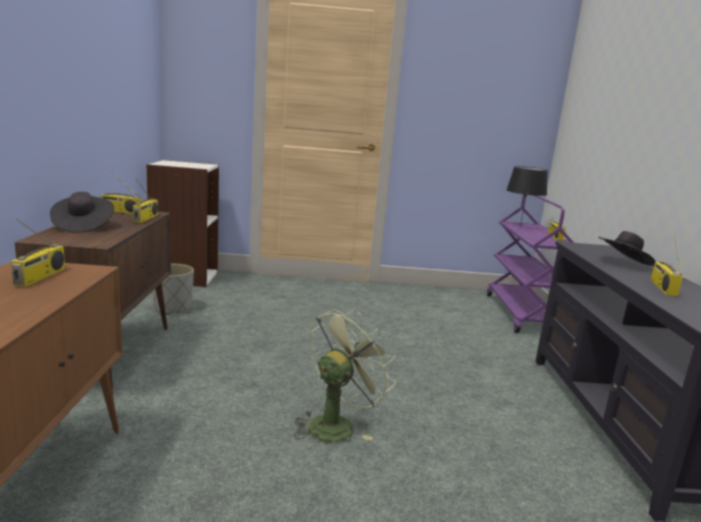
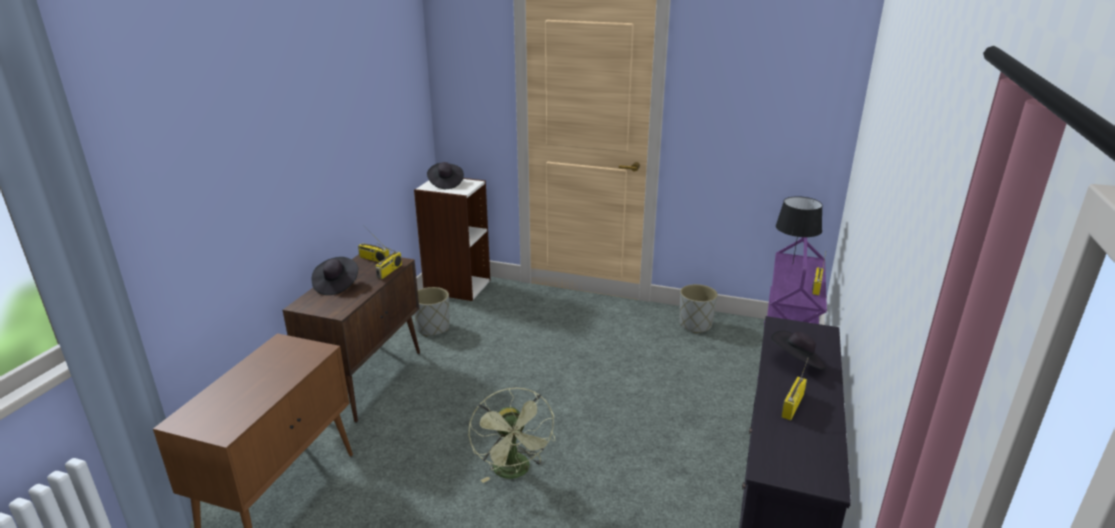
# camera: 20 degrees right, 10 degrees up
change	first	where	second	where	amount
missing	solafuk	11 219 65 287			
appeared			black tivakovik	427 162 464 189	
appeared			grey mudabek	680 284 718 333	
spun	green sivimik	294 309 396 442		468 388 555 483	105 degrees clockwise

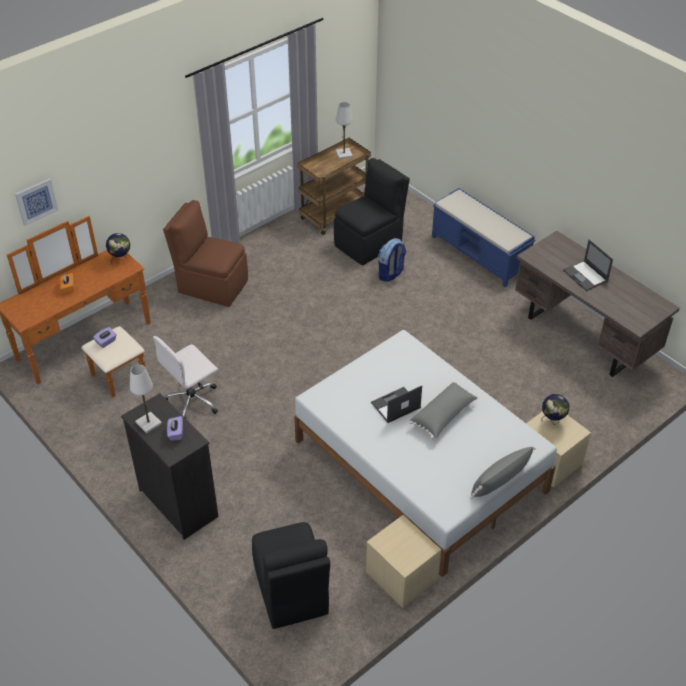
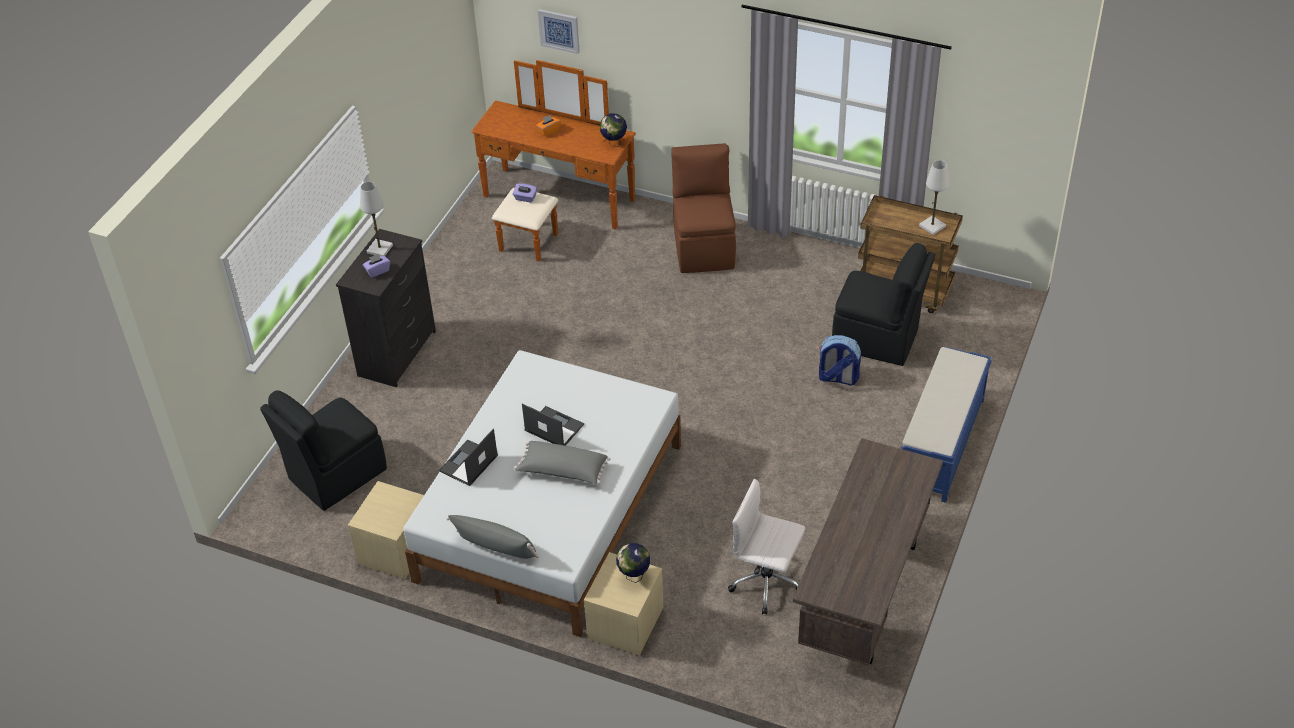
# camera: 65 degrees right, 0 degrees up
change	first	where	second	where	amount
relocated	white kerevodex	153 336 218 418		728 479 806 615	
relocated	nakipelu	563 240 613 291		439 429 498 486	

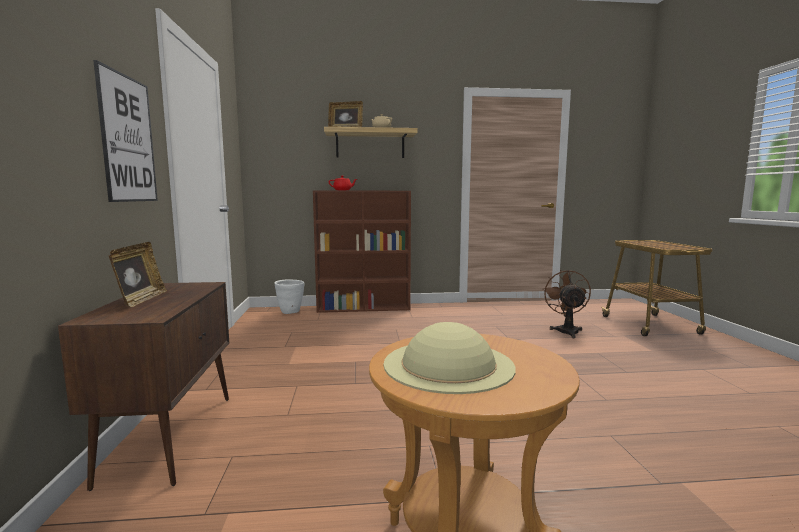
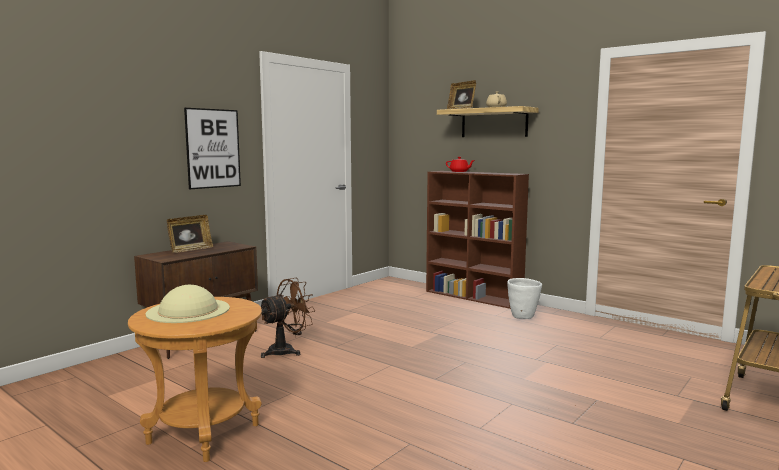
# camera: 45 degrees right, 0 degrees up
change	first	where	second	where	amount
relocated	white mudabek	274 279 304 314		507 278 542 319	
relocated	brown sivimik	543 270 591 338		261 278 316 358	

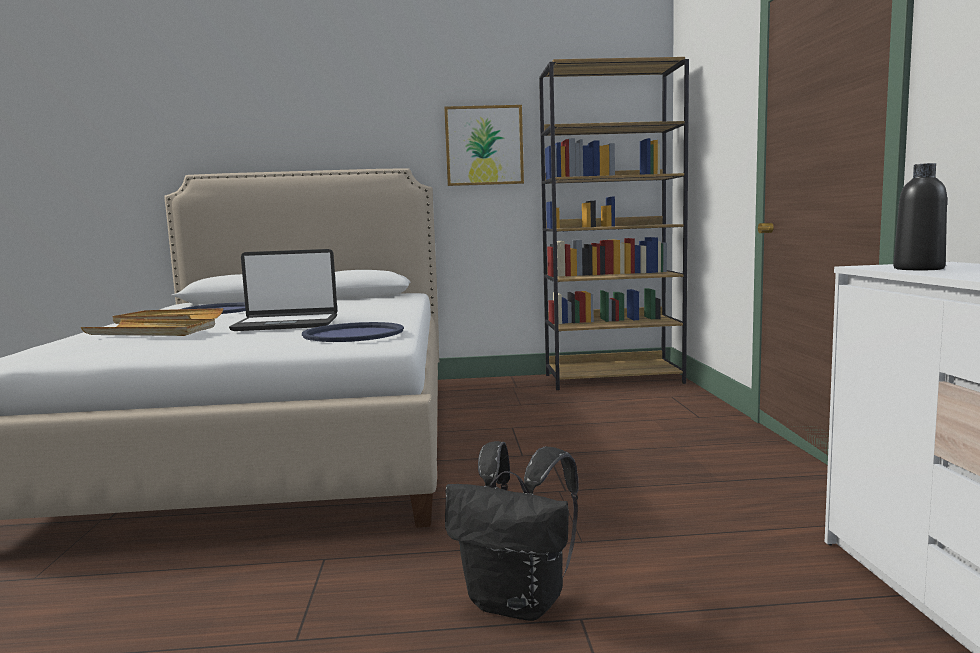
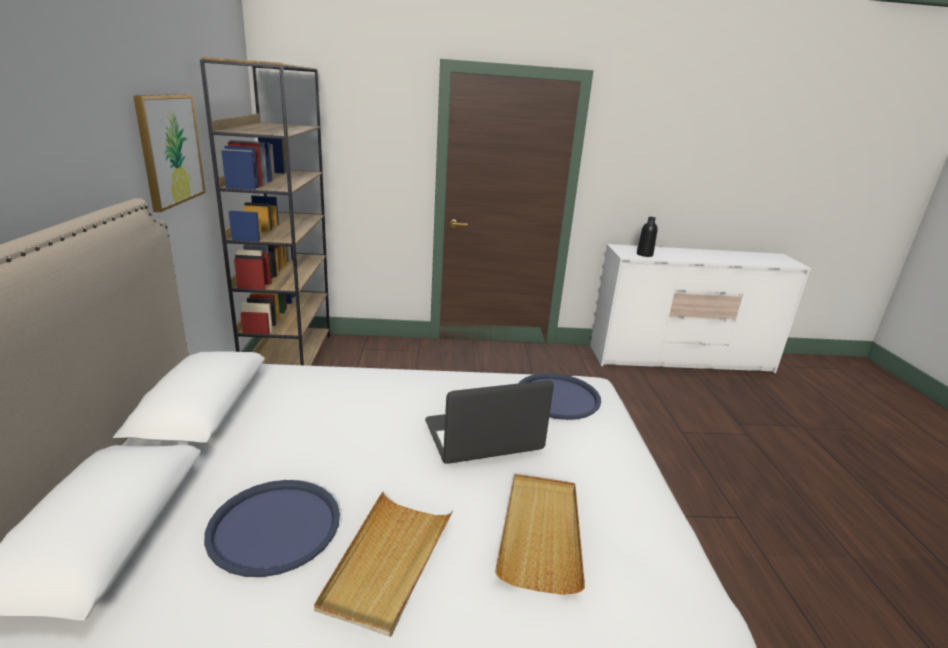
# camera: 90 degrees left, 15 degrees up
change	first	where	second	where	amount
missing	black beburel	445 441 579 621			
spun	nakipelu	229 249 338 331		425 380 554 464	105 degrees counterclockwise

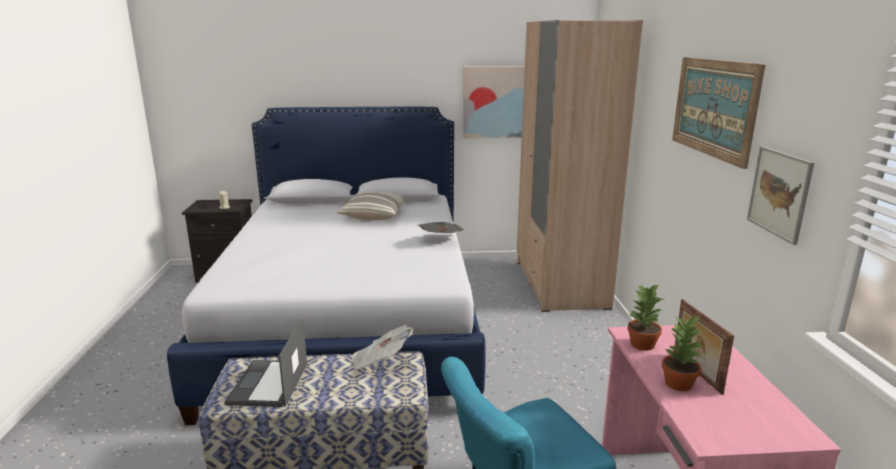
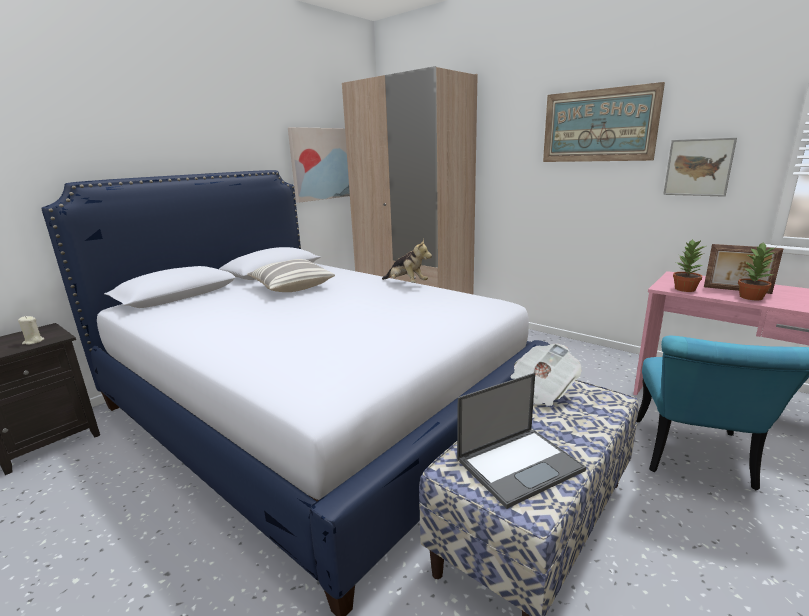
# camera: 45 degrees left, 0 degrees up
change	first	where	second	where	amount
exchanged	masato	418 222 464 233	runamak	382 239 432 283	
spun	nakipelu	225 318 307 407		457 373 586 509	75 degrees counterclockwise

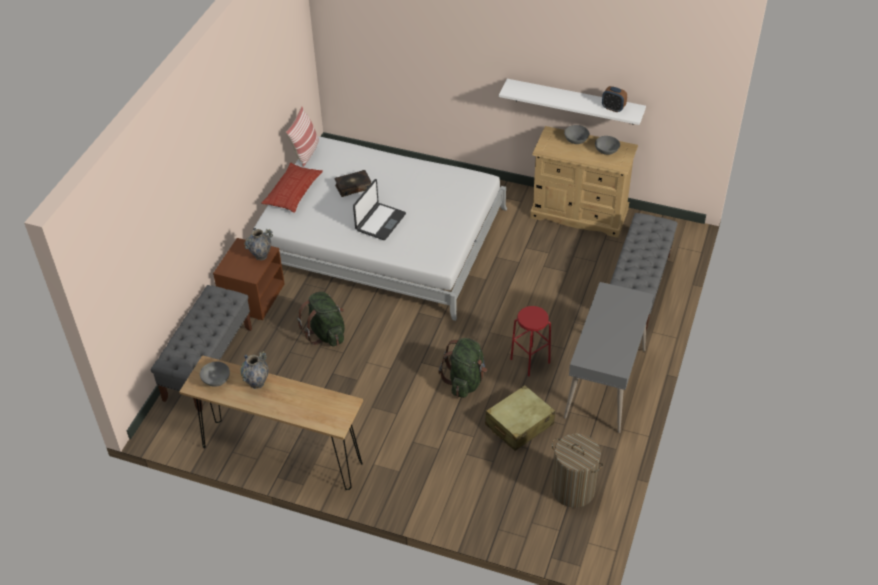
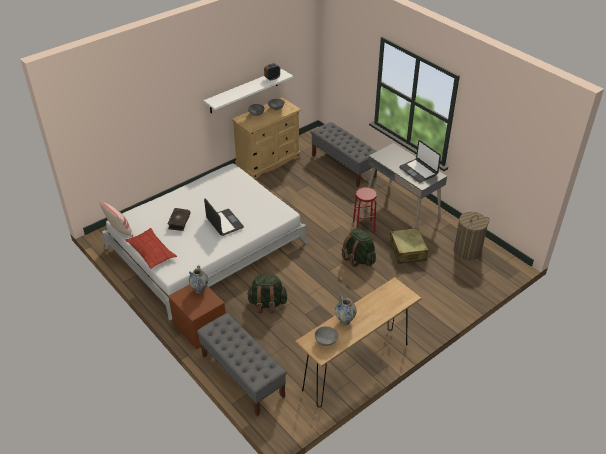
# camera: 60 degrees left, 5 degrees down
change	first	where	second	where	amount
appeared			nakipelu	399 140 441 183	

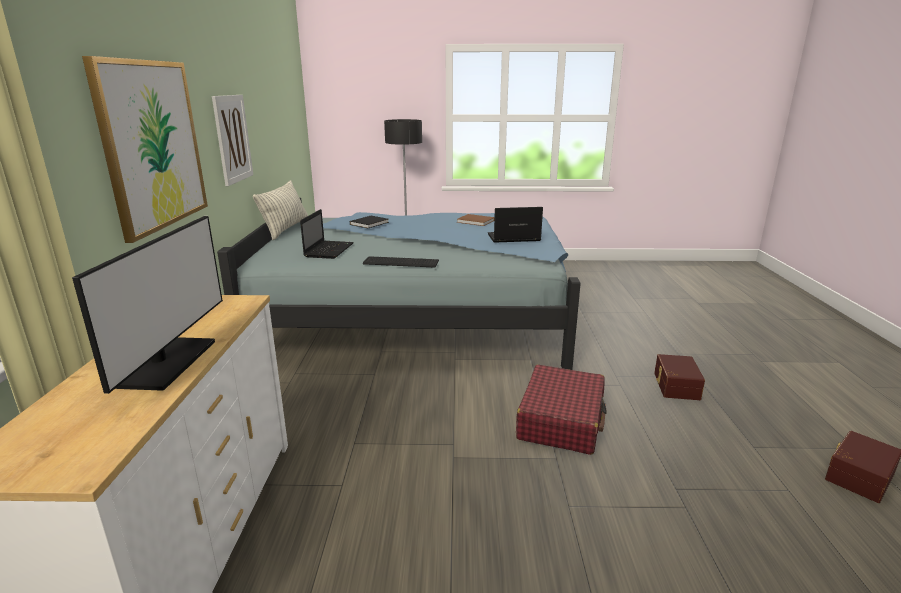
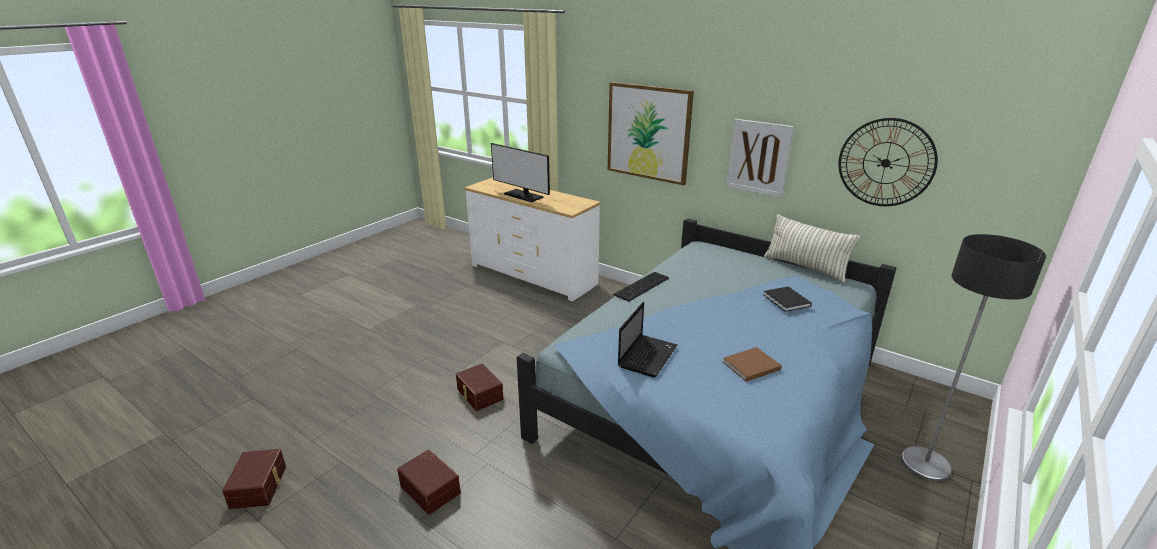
# camera: 125 degrees right, 5 degrees up
change	first	where	second	where	amount
missing	nakipelu	300 209 354 259			
appeared			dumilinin	838 118 938 206	
exchanged	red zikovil	516 365 607 455	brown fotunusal	456 363 504 411	

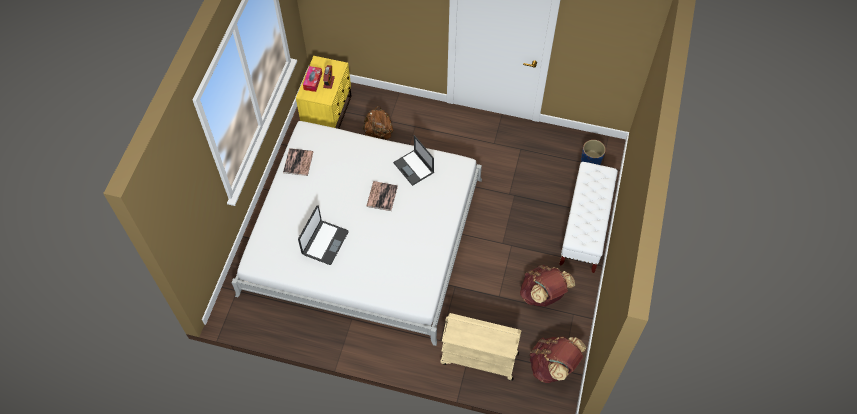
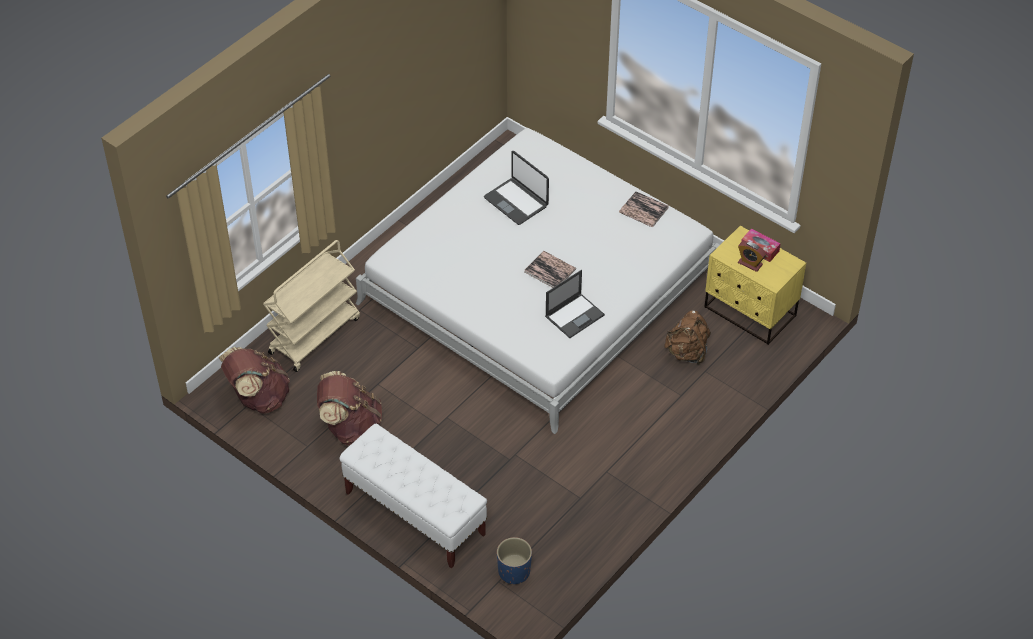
# camera: 115 degrees right, 10 degrees down
change	first	where	second	where	amount
spun	nakipelu	393 135 434 186		545 270 605 338	150 degrees clockwise

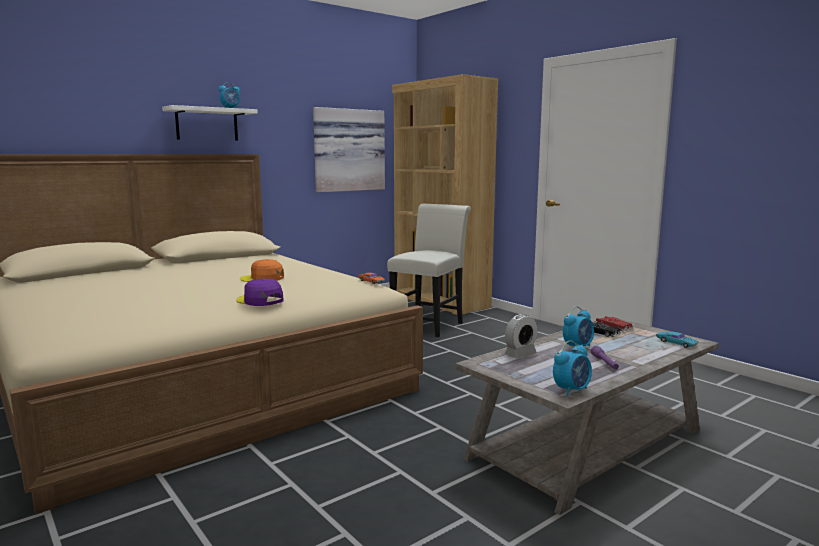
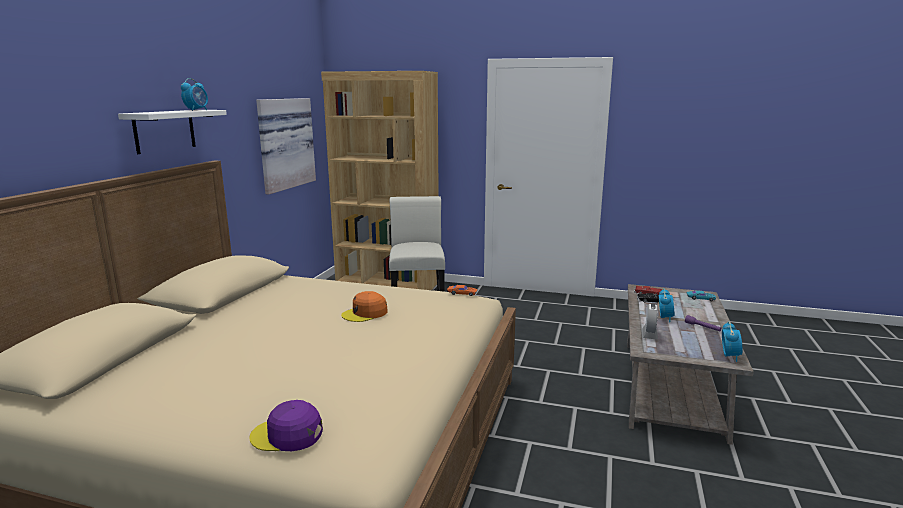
# camera: 35 degrees left, 5 degrees up
change	first	where	second	where	amount
relocated	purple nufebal	236 279 284 306		249 400 323 451	

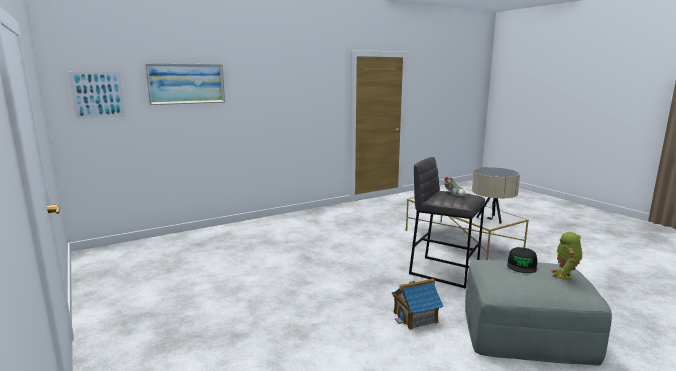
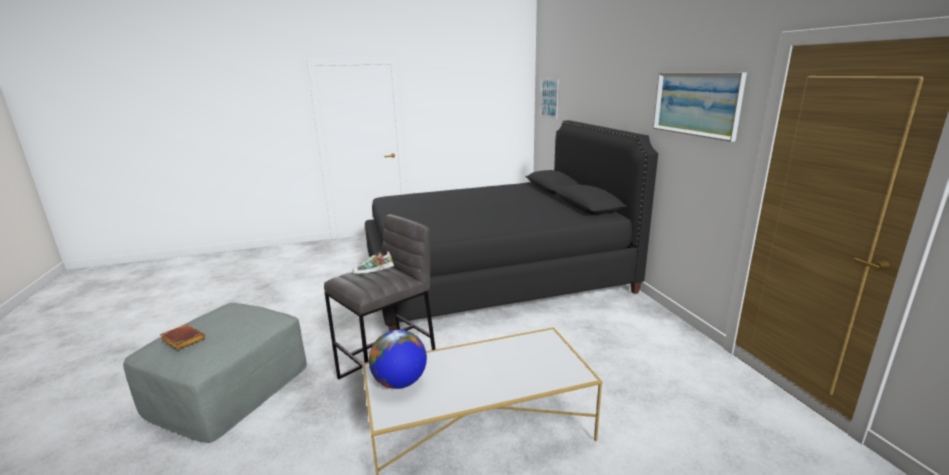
# camera: 105 degrees right, 5 degrees up
change	first	where	second	where	amount
missing	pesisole	392 278 443 330			
missing	black nufebal	507 247 537 273			
appeared			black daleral	365 120 658 331	
relocated	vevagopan	145 63 225 105		653 73 747 142	
exchanged	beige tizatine	472 167 520 224	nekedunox	369 330 427 389	
exchanged	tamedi	551 232 582 280	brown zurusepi	160 325 206 350	

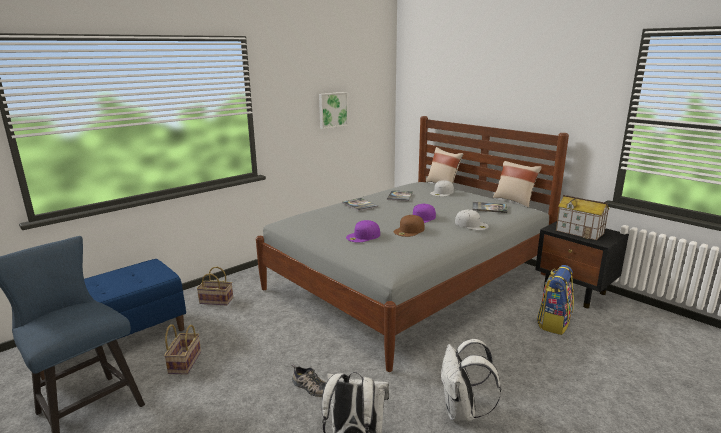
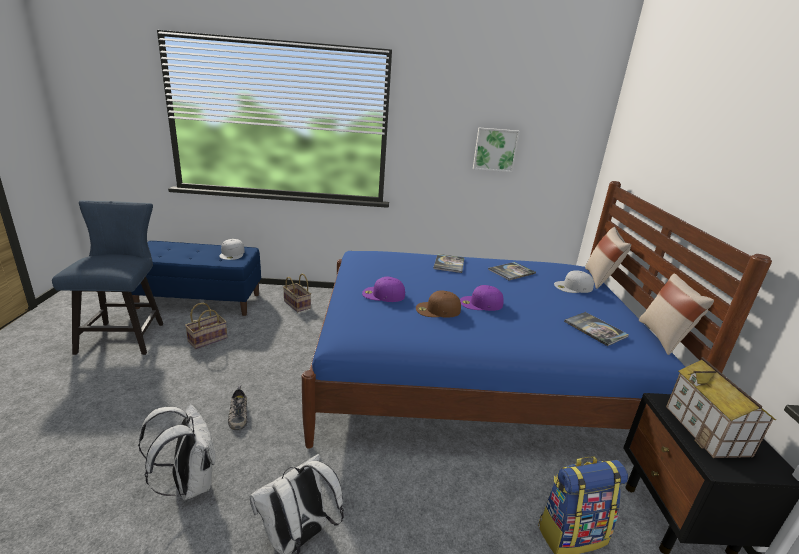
# camera: 40 degrees right, 5 degrees up
change	first	where	second	where	amount
relocated	white nufebal	455 210 489 230		219 239 245 260	
colour	grey daleral	256 116 569 372	blue daleral	302 181 772 449	

